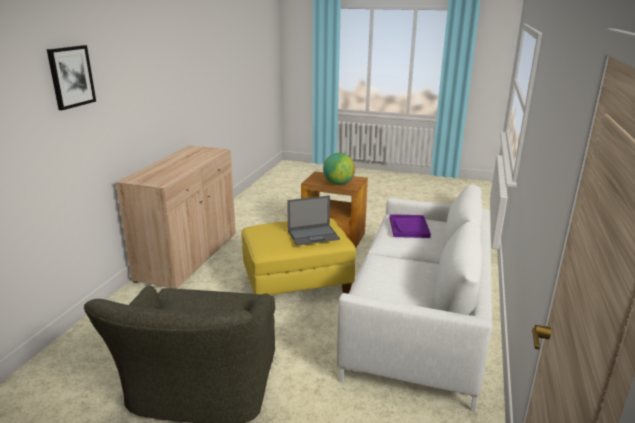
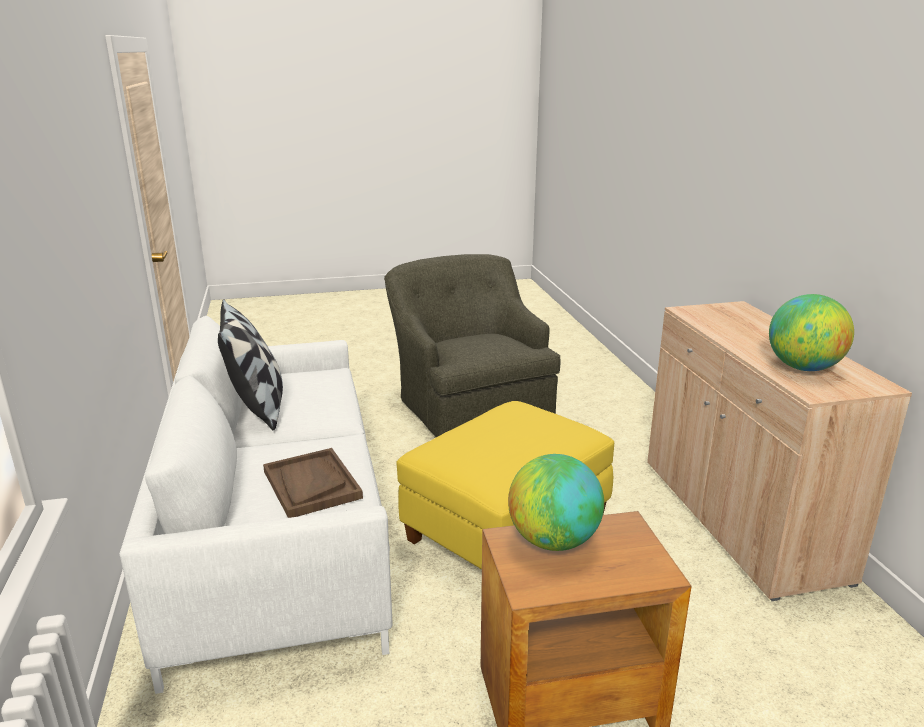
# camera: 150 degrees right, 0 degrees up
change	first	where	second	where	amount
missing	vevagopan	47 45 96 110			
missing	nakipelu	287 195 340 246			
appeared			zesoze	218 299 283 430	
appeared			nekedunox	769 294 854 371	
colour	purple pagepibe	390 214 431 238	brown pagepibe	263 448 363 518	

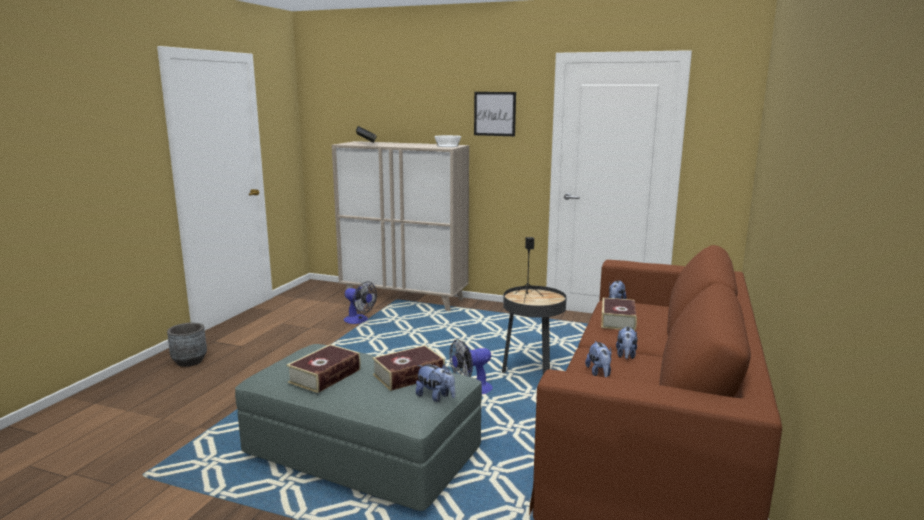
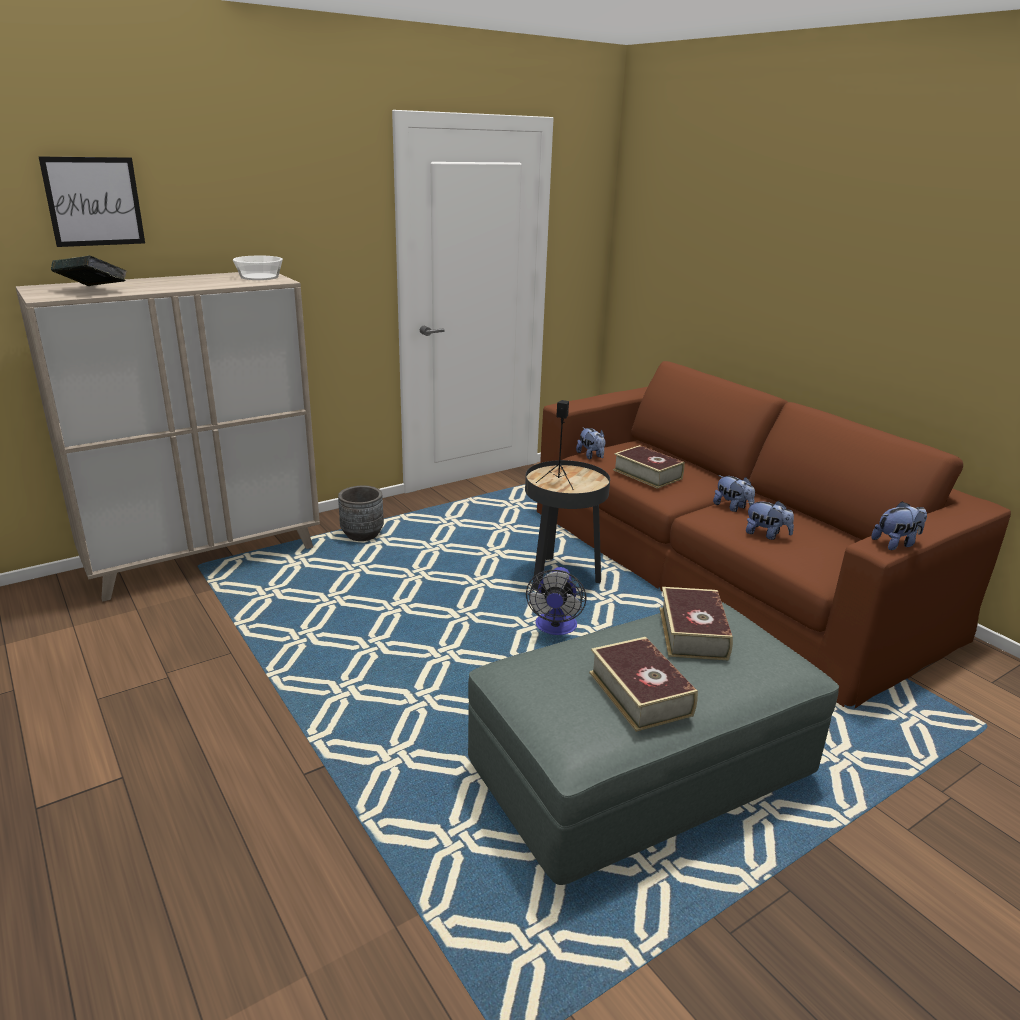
# camera: 55 degrees left, 10 degrees up
change	first	where	second	where	amount
missing	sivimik	344 281 377 324			
relocated	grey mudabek	167 323 207 367		338 485 384 541	
relocated	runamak	416 364 455 402		871 501 927 550	
relocated	vevagopan	474 92 516 136		39 157 145 247	

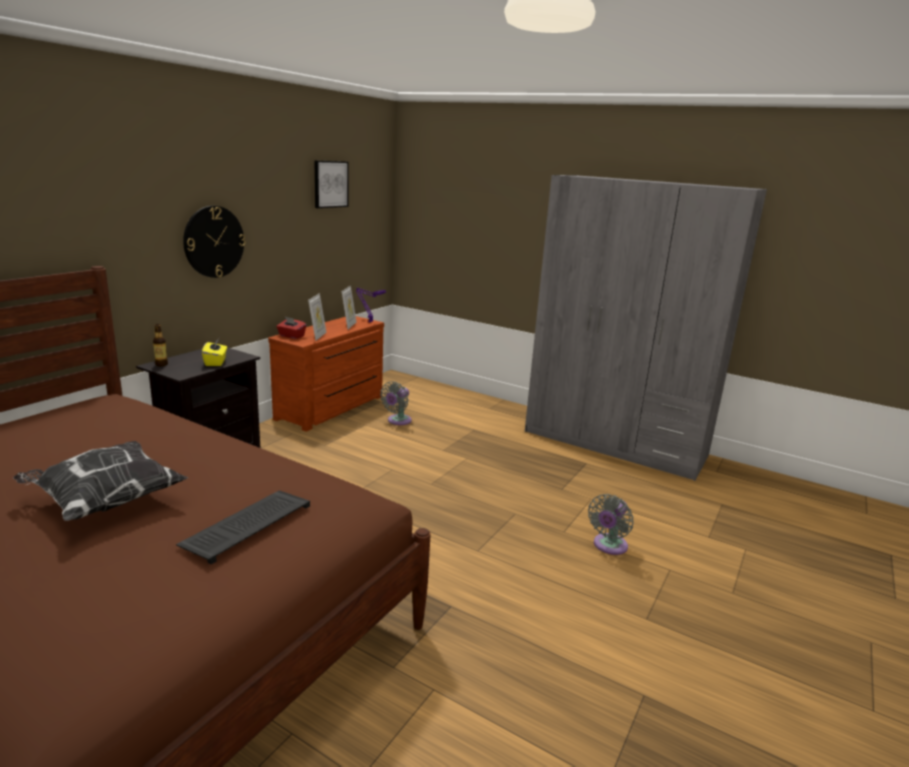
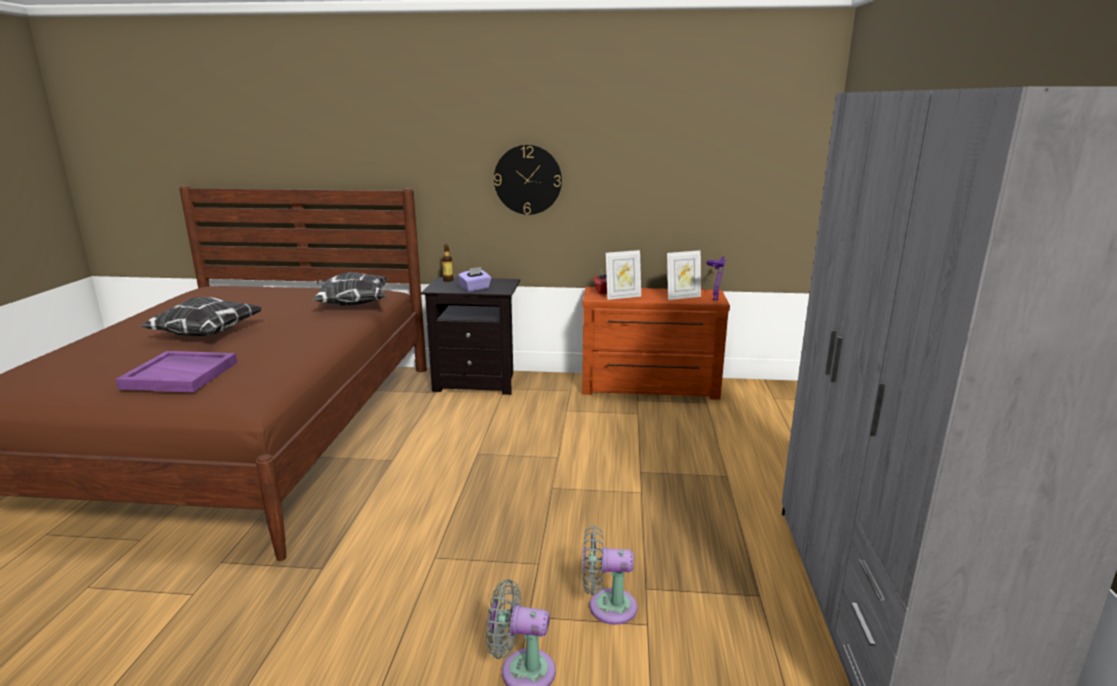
# camera: 65 degrees right, 0 degrees up
change	first	where	second	where	amount
missing	vevagopan	314 160 349 208			
appeared			zesoze	312 272 388 306	
relocated	grey sivimik	380 381 412 425		582 525 637 625	
exchanged	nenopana	176 490 310 564	purple pagepibe	115 351 237 393	
colour	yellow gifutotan	202 338 227 366	purple gifutotan	458 267 491 292	

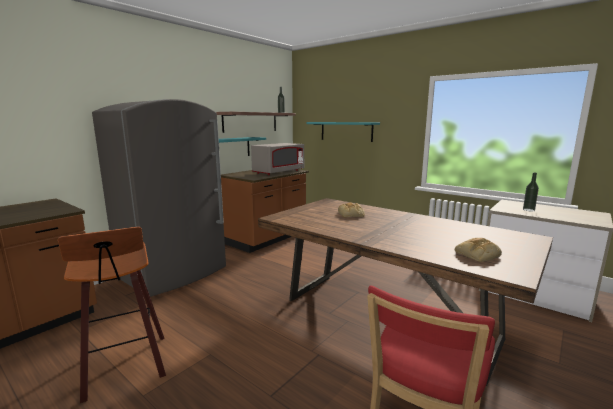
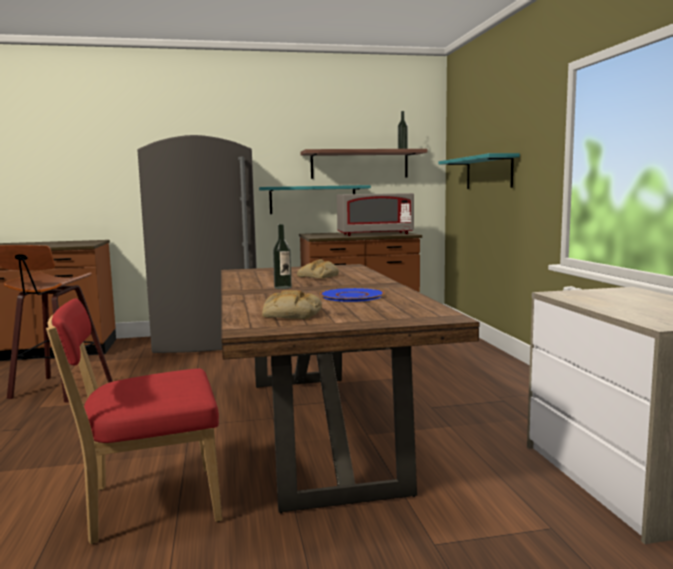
# camera: 40 degrees right, 5 degrees down
change	first	where	second	where	amount
appeared			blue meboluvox	320 288 385 302	
relocated	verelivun	523 172 539 211		273 224 292 289	

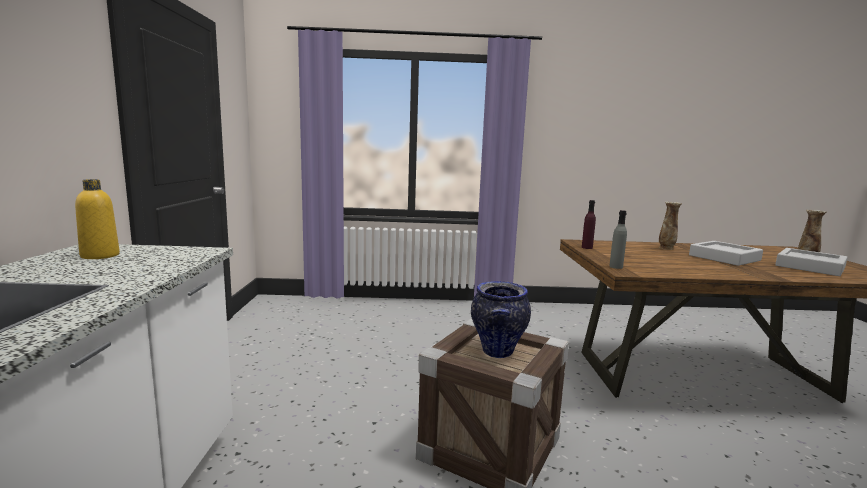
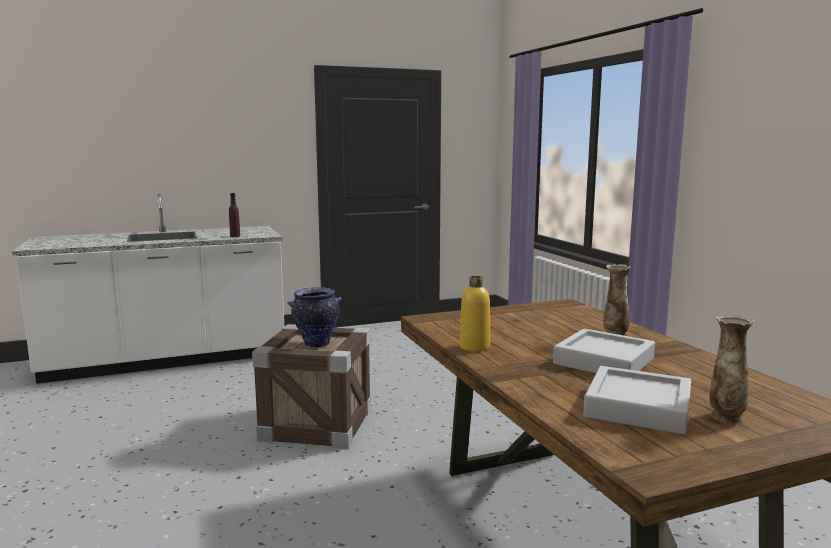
# camera: 70 degrees right, 0 degrees up
change	first	where	second	where	amount
missing	grey verelivun	609 210 627 269			
relocated	yellow verelivun	75 179 120 259		459 276 490 352	
relocated	purple verelivun	582 200 596 249		229 193 240 237	

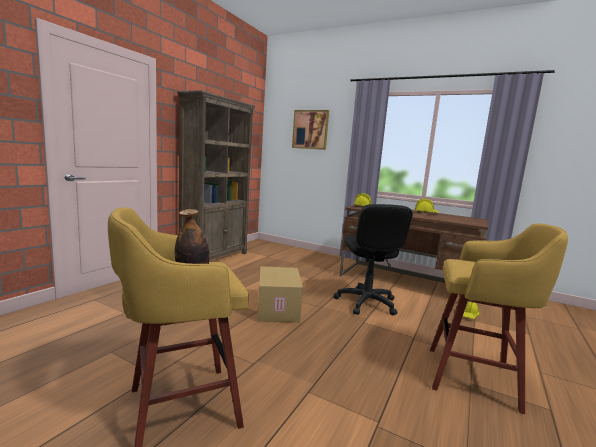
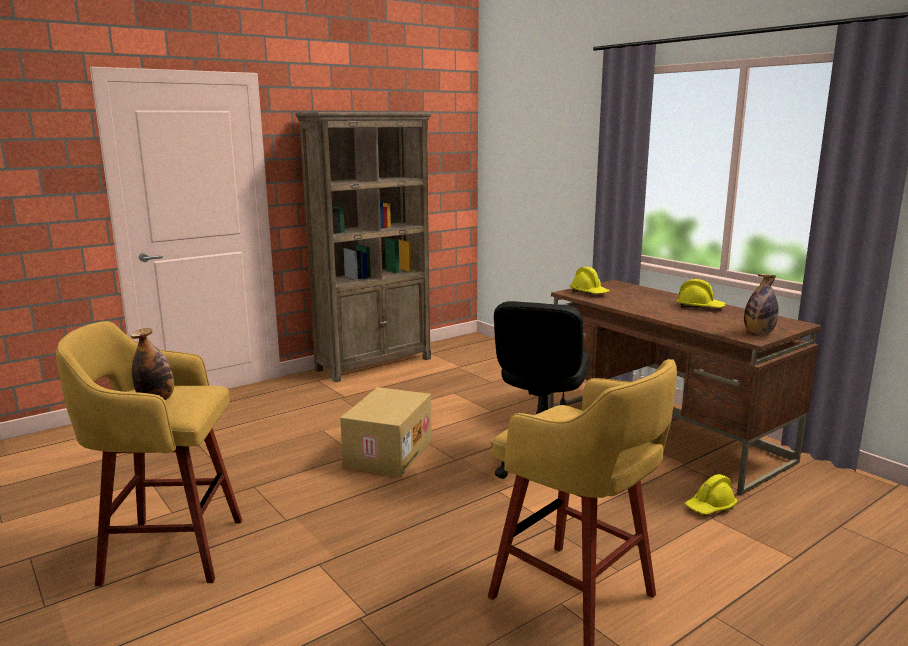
# camera: 25 degrees right, 5 degrees up
change	first	where	second	where	amount
missing	vevagopan	292 110 329 150			
appeared			verelivun	744 274 778 334	

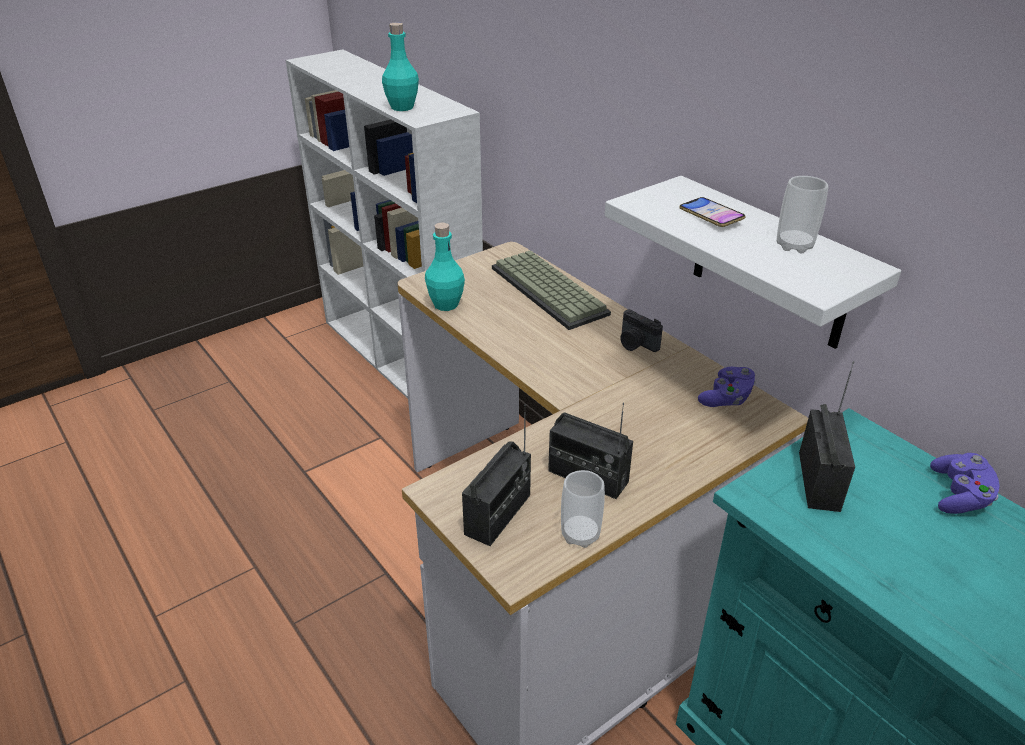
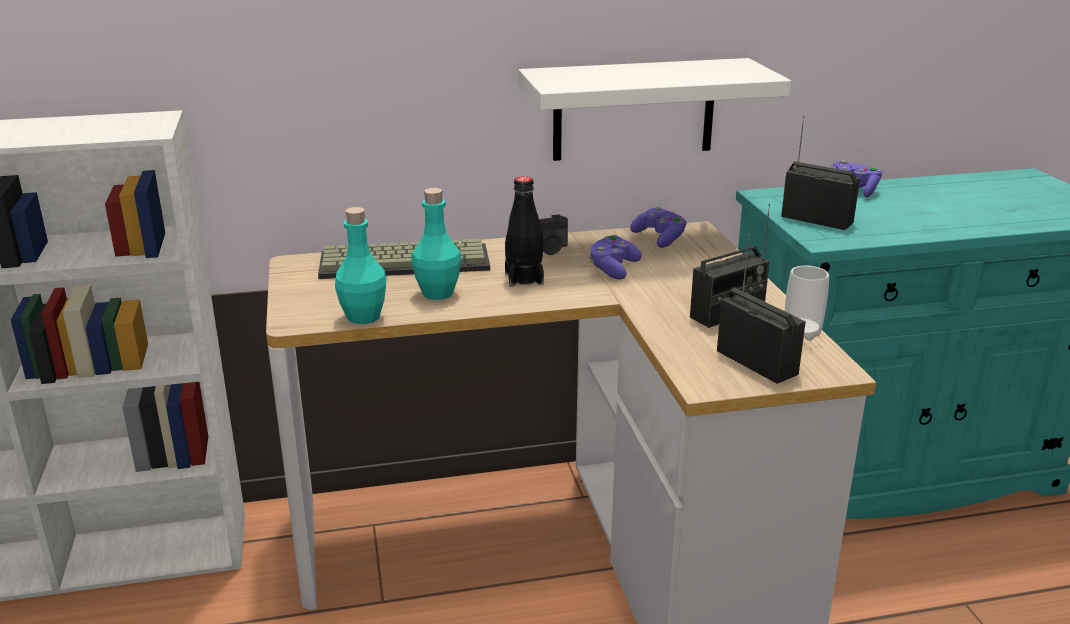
# camera: 65 degrees left, 10 degrees down
change	first	where	second	where	amount
missing	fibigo	679 197 746 227			
missing	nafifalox	777 176 828 253			
appeared			black verelivun	505 176 544 287	
appeared			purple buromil	589 235 642 279	
relocated	turquoise verelivun	382 22 419 111		411 188 462 300	

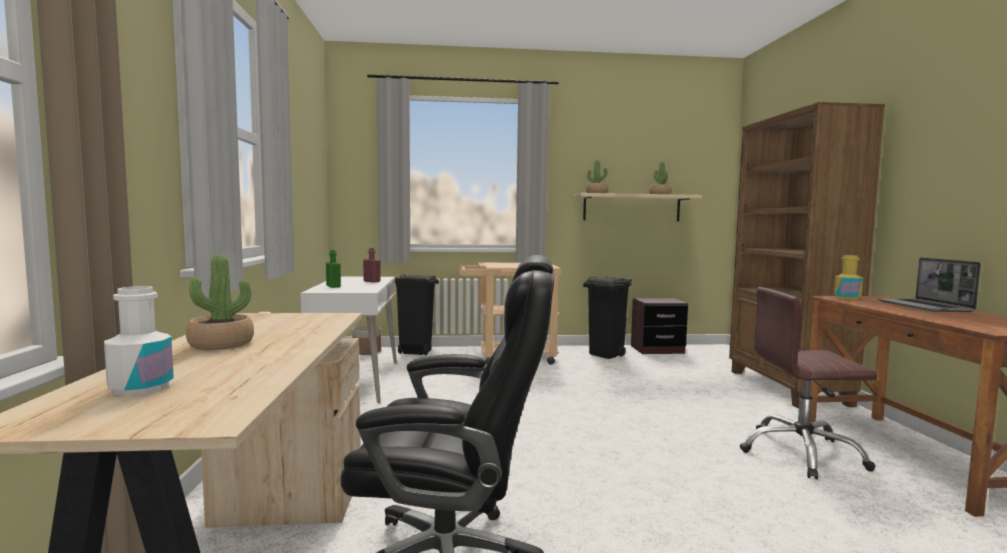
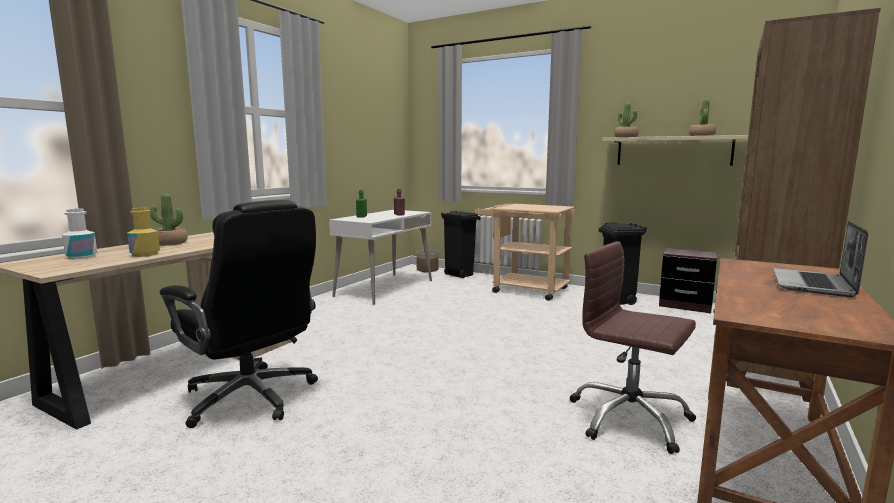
# camera: 35 degrees right, 5 degrees up
change	first	where	second	where	amount
relocated	yellow verelivun	834 255 863 300		127 207 160 257	

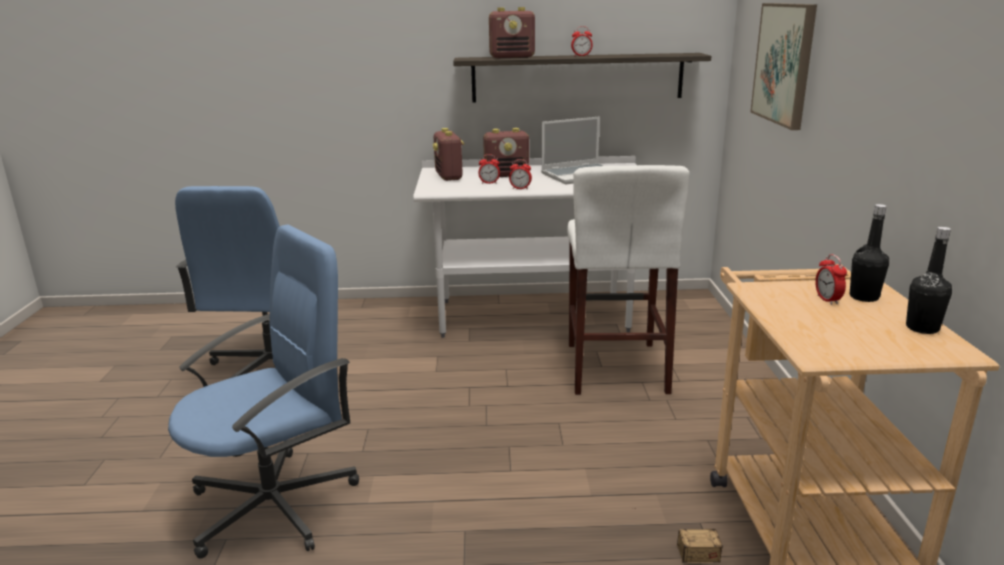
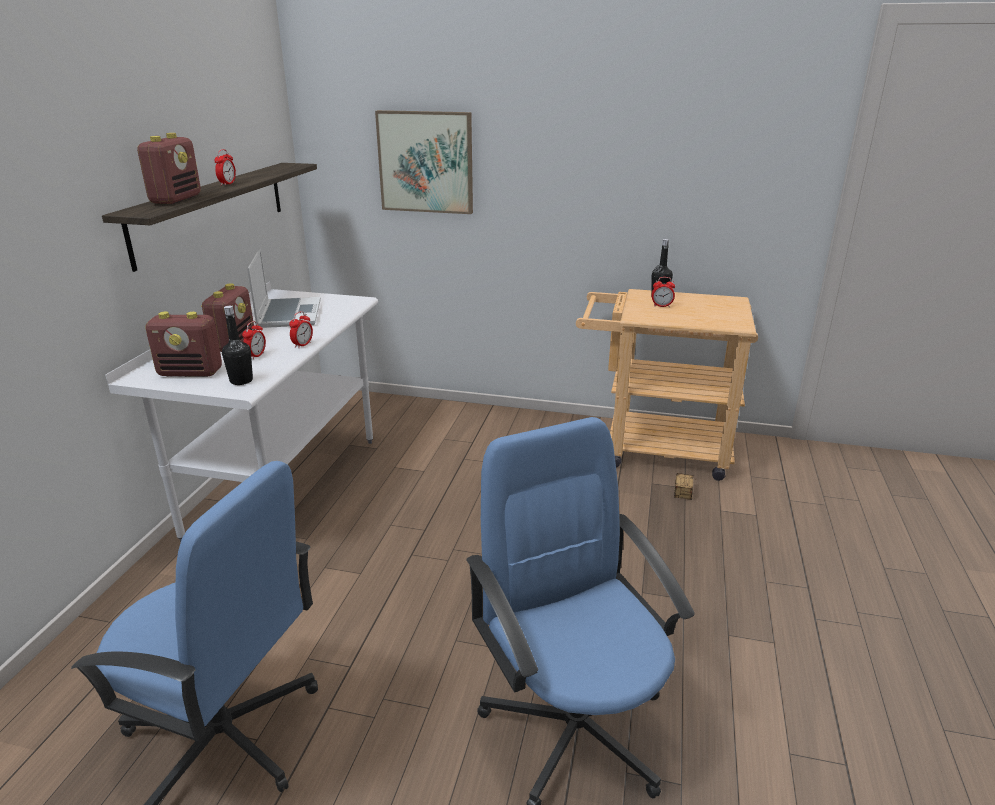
# camera: 75 degrees left, 5 degrees up
change	first	where	second	where	amount
missing	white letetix	567 165 689 395			
relocated	black verelivun	906 227 952 334		222 306 253 385	

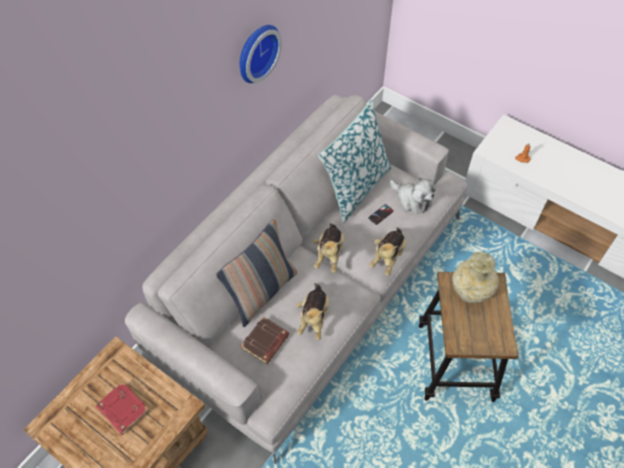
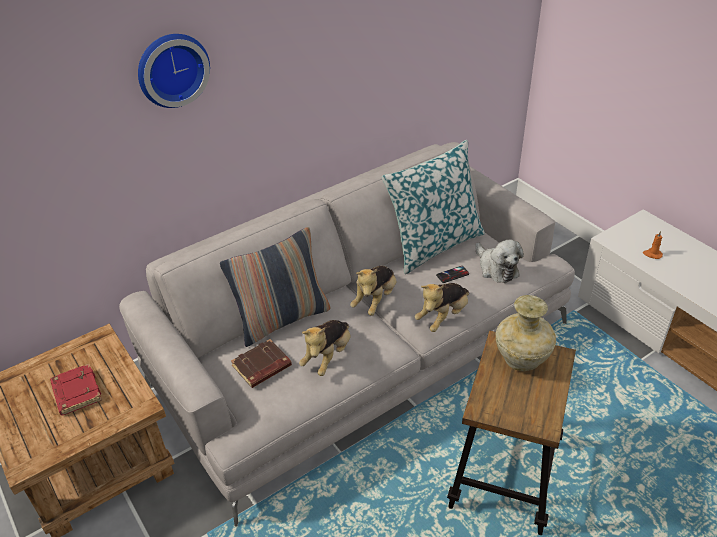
# camera: 20 degrees right, 15 degrees down
change	first	where	second	where	amount
relocated	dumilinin	240 25 282 83		138 34 210 108	

